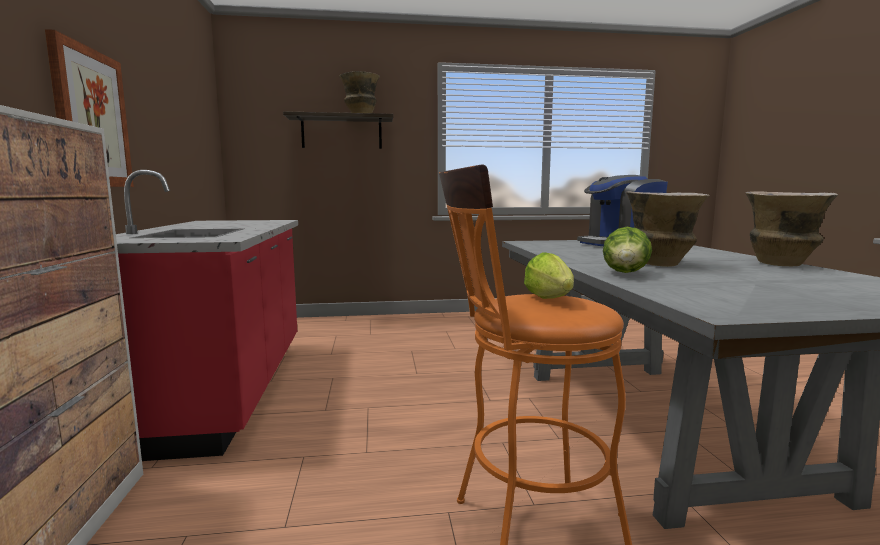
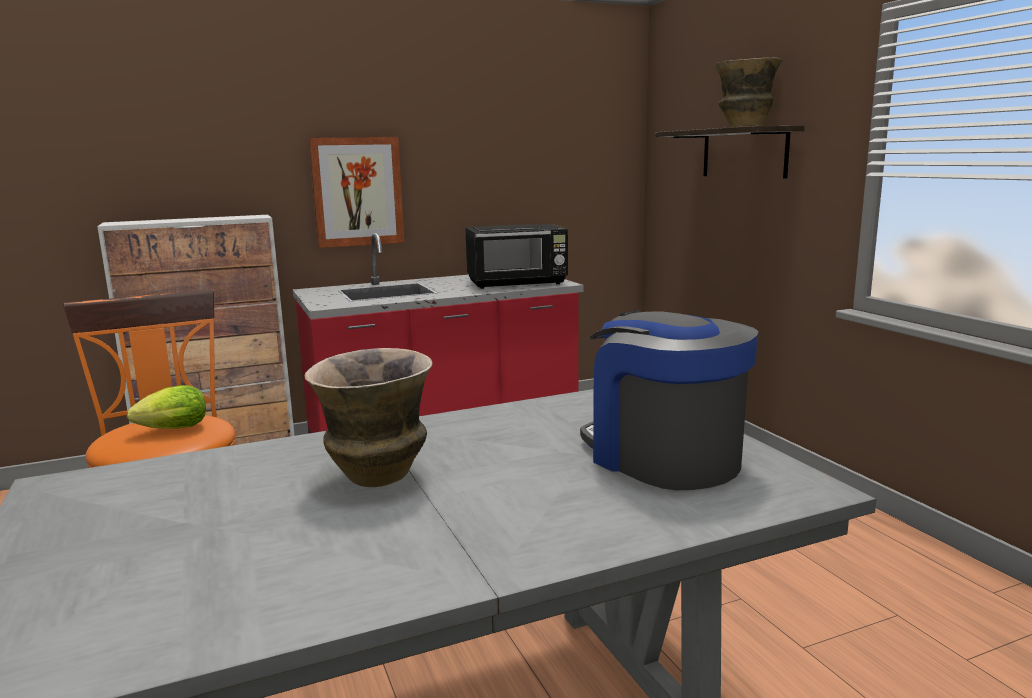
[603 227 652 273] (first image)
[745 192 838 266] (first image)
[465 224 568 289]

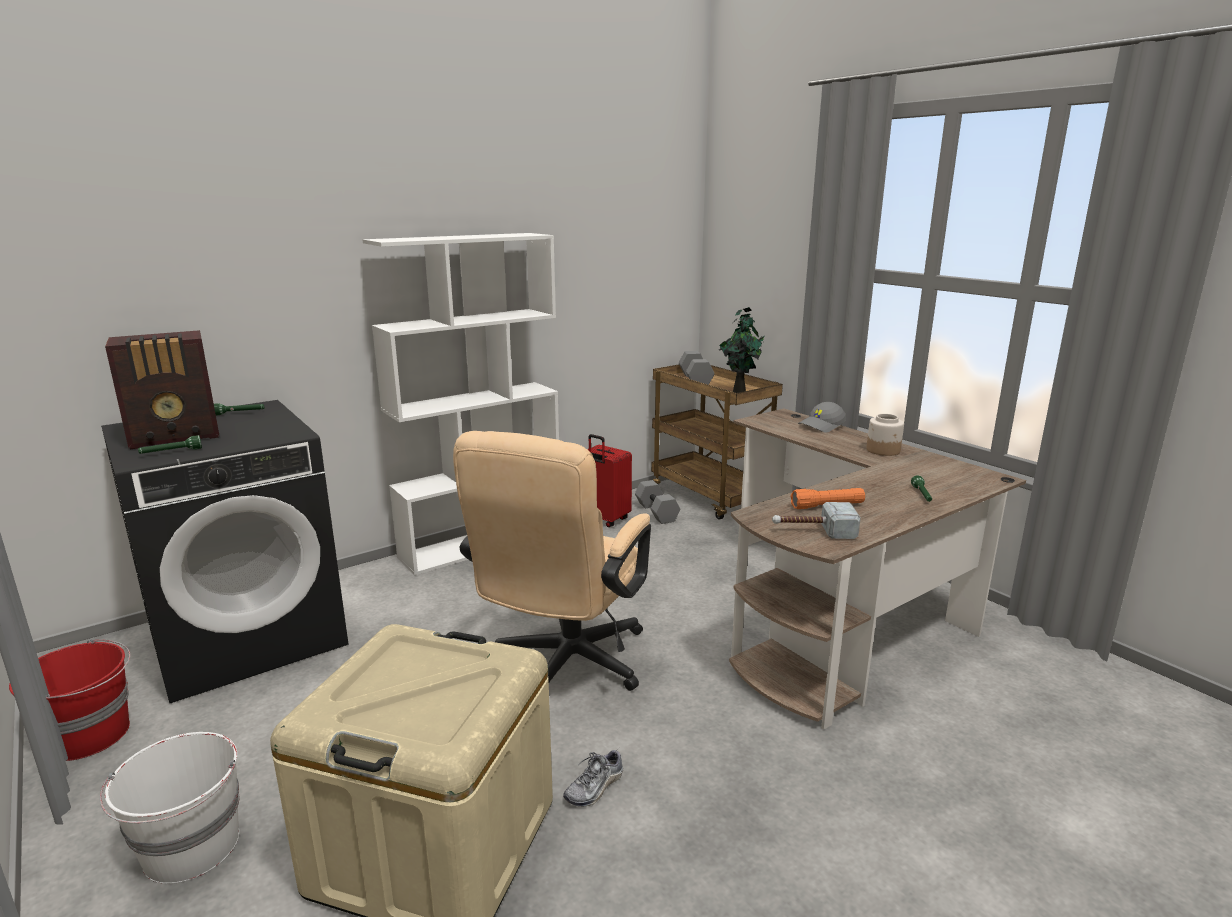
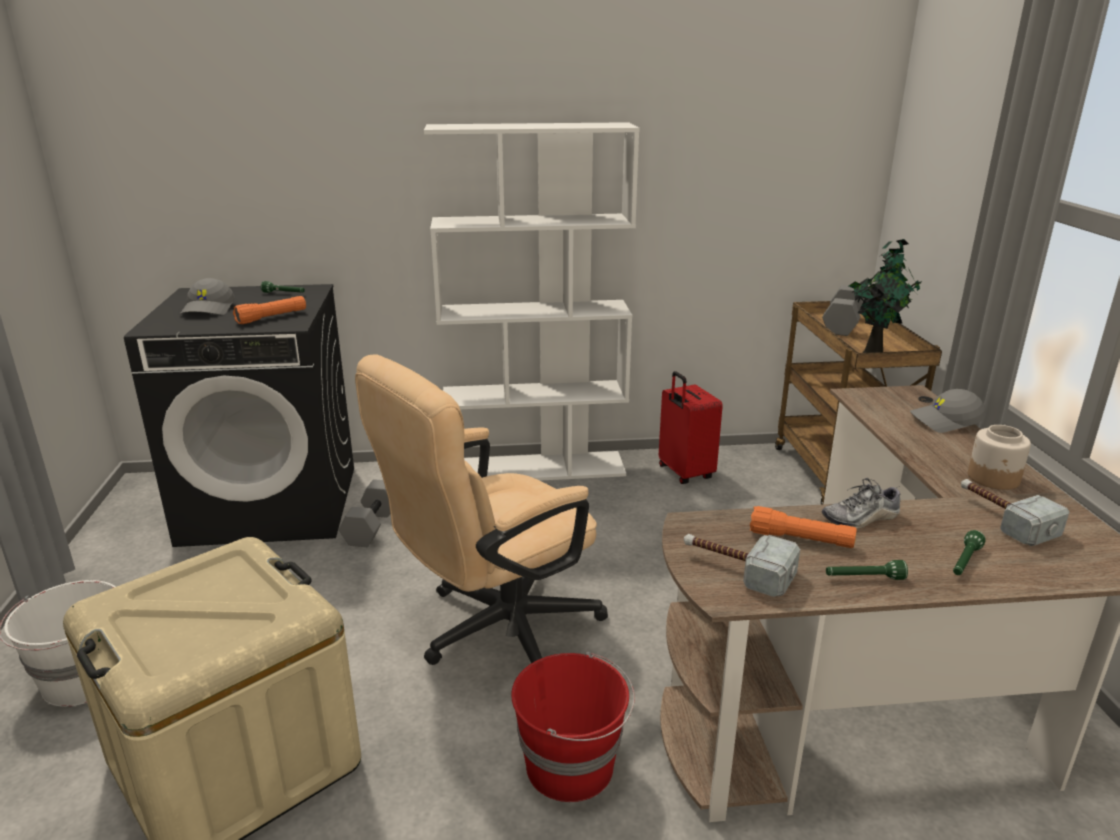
[233 296 306 324]
[961 479 1069 546]
[511 652 635 802]
[826 560 908 580]
[822 478 900 529]
[339 479 390 547]
[180 278 235 315]

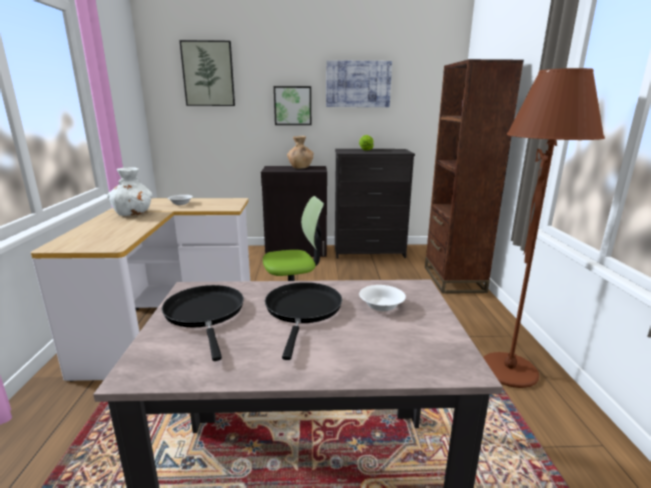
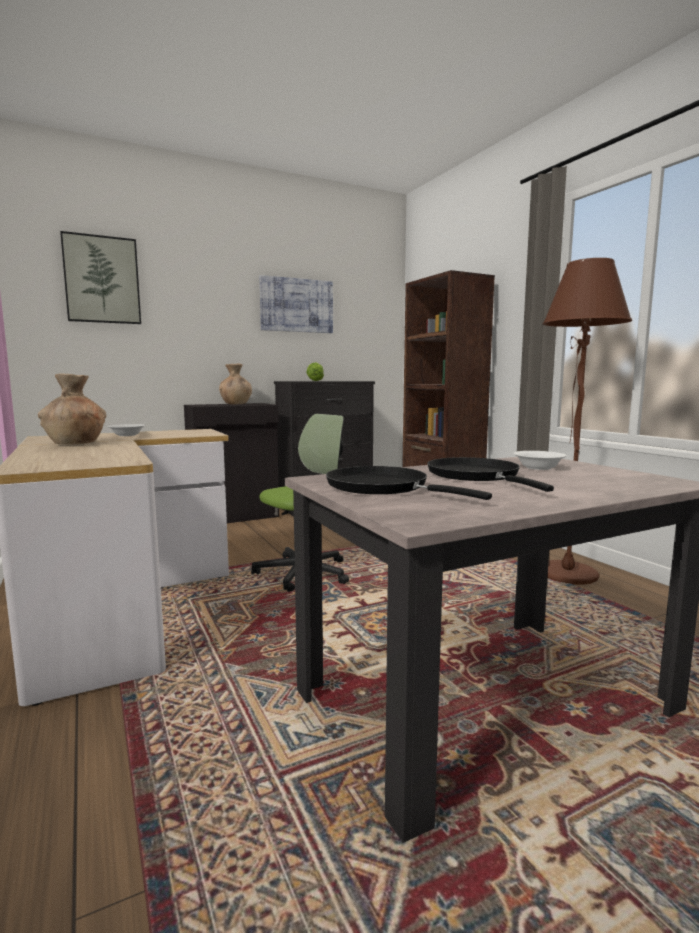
[274 86 311 125] (first image)
[38 374 106 444]

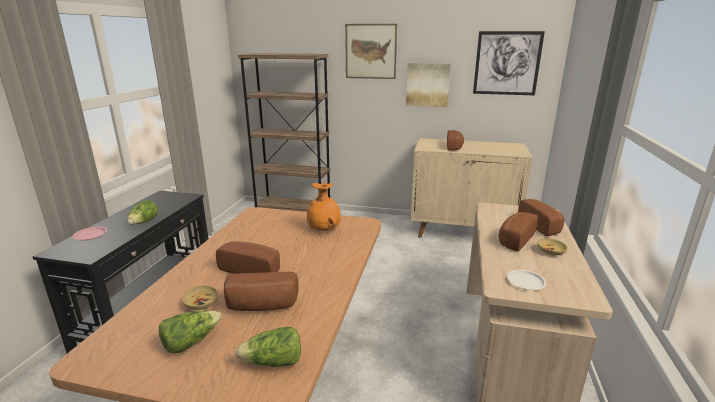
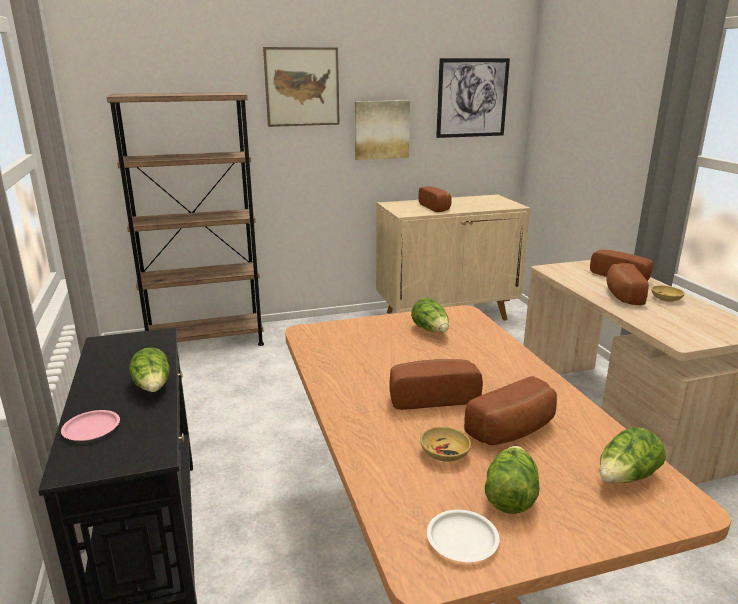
[427 510 499 562]
[411 298 449 332]

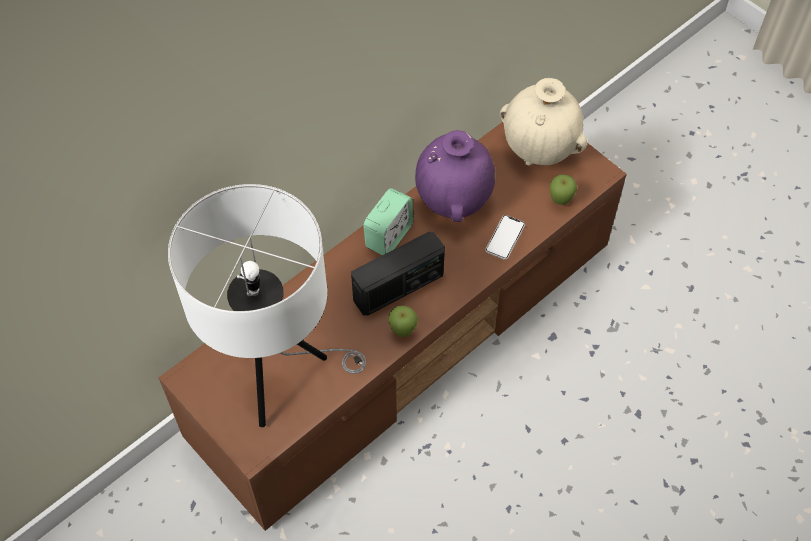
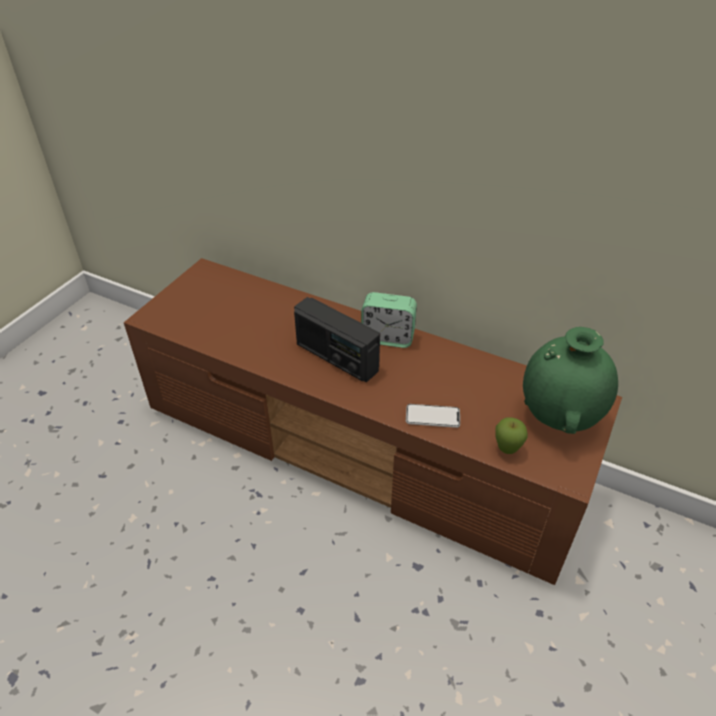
[168 184 366 427] (first image)
[388 305 418 337] (first image)
[415 130 495 222] (first image)
[523 327 618 434]

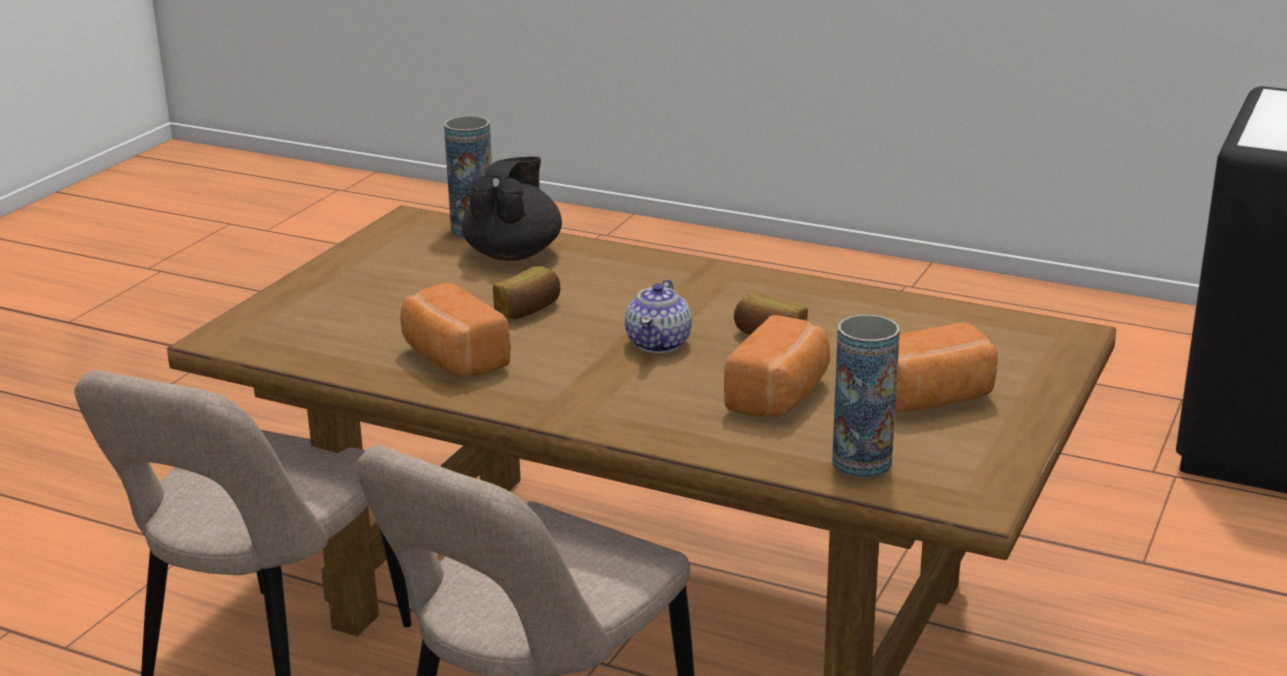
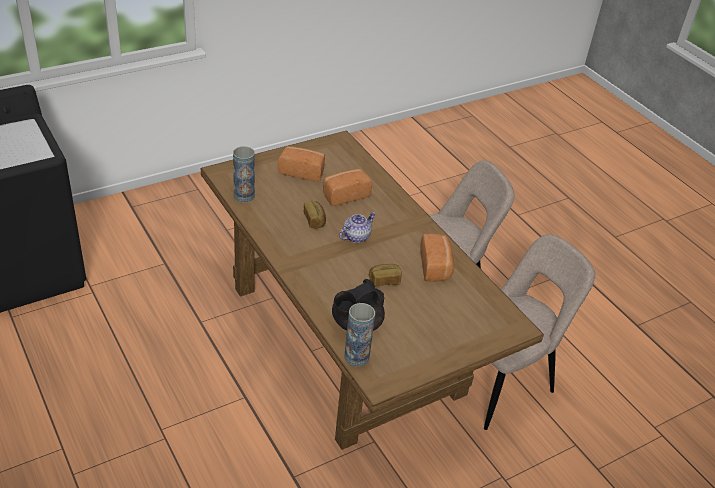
[233 146 255 202]

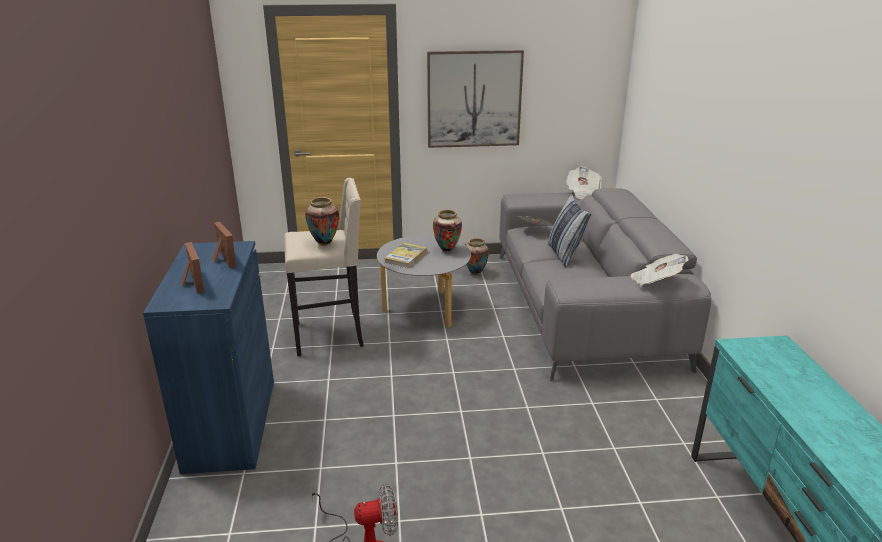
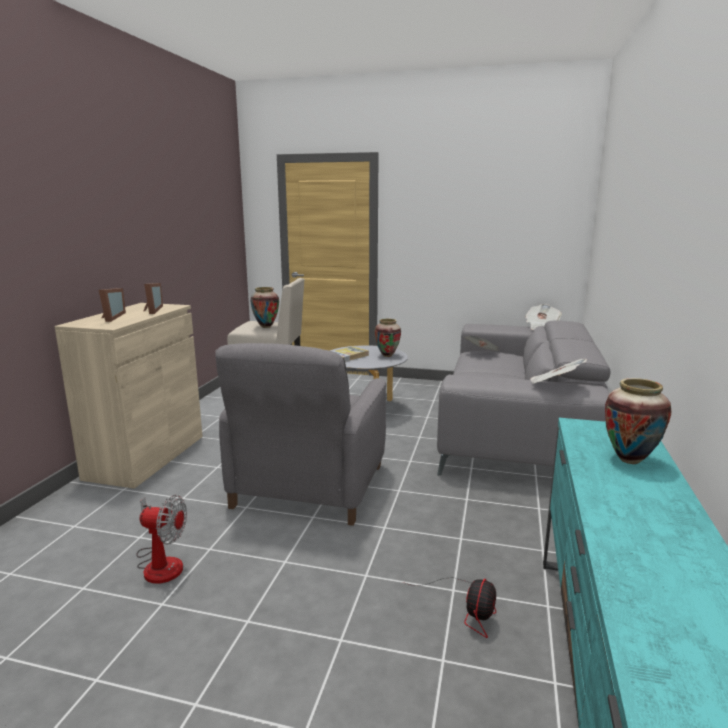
[427 50 524 148] (first image)
[548 193 591 267] (first image)
[215 343 386 526]
[403 577 496 638]
[605 378 671 464]
[55 303 203 489]

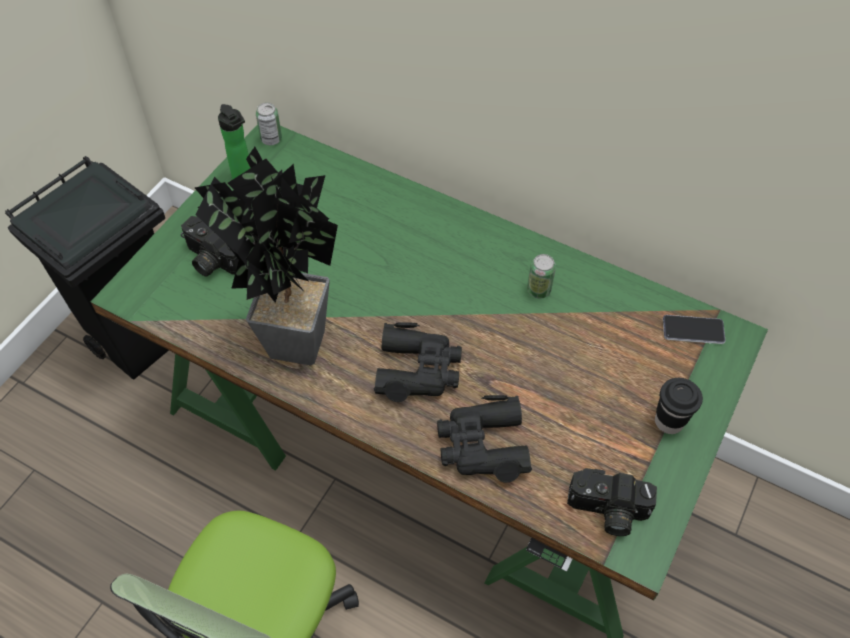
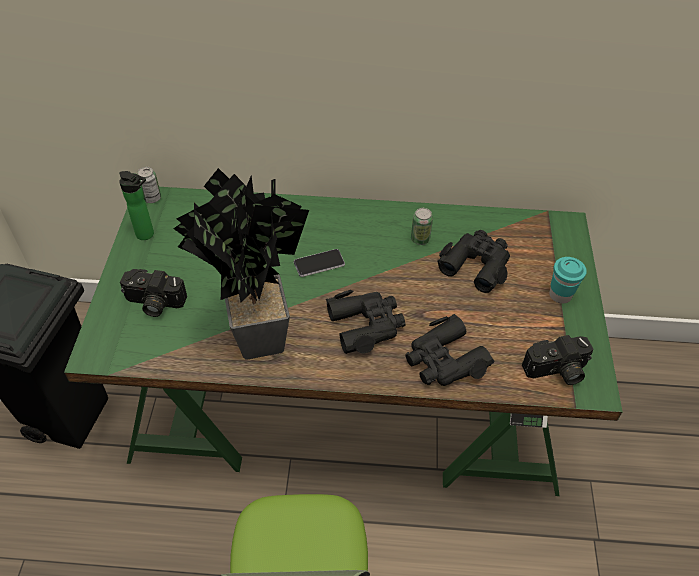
[438 230 510 293]
[294 249 345 277]
[549 257 587 304]

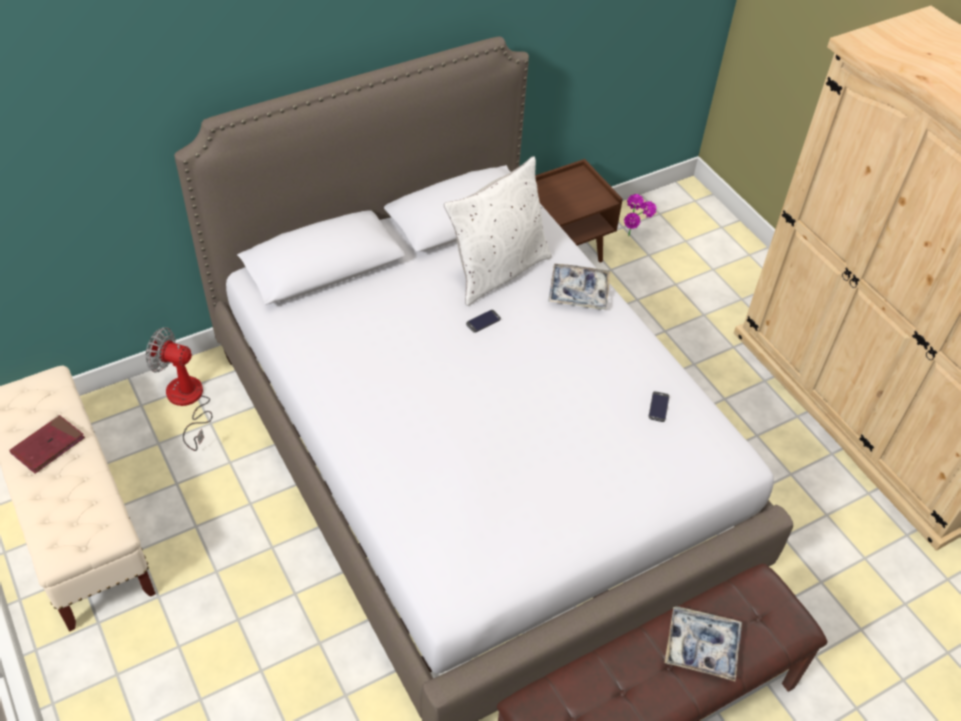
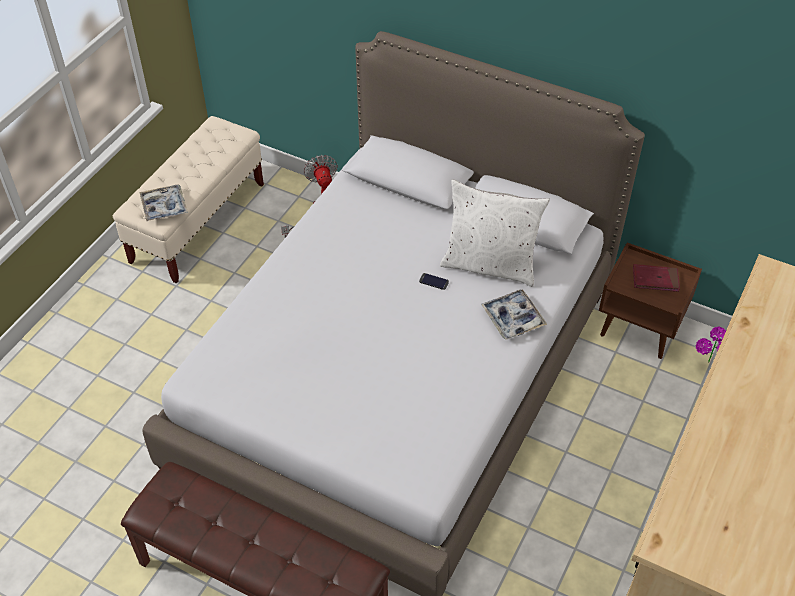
[649 391 669 422] (first image)
[633 264 680 292]
[139 184 188 221]

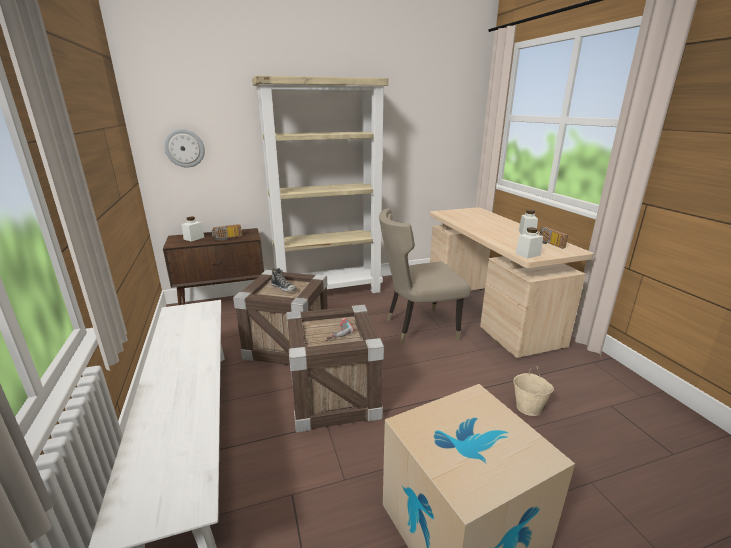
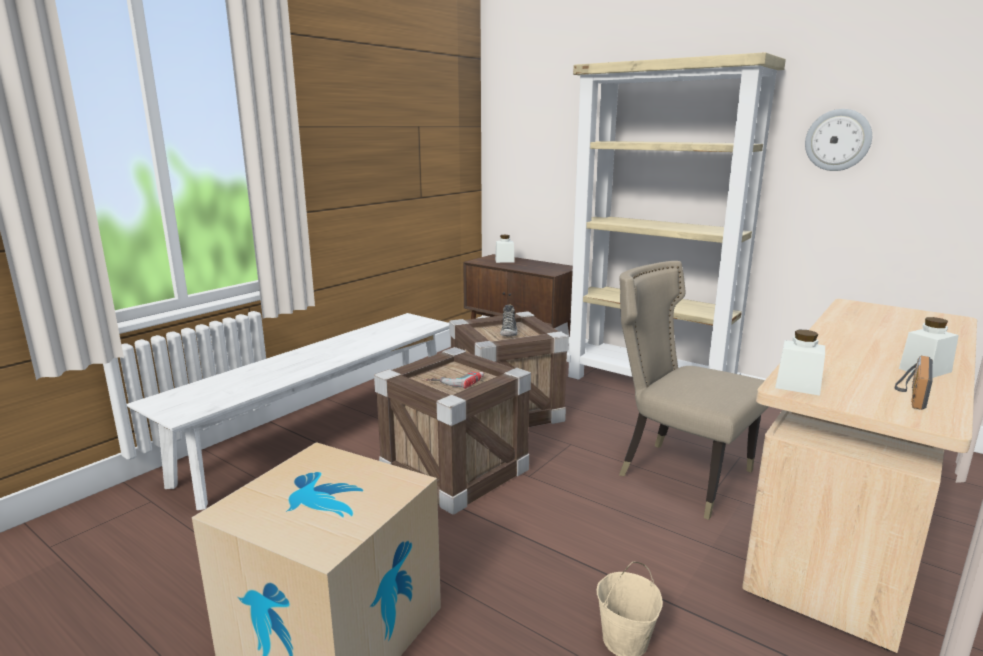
[212 224 242 240] (first image)
[805 109 872 171]

